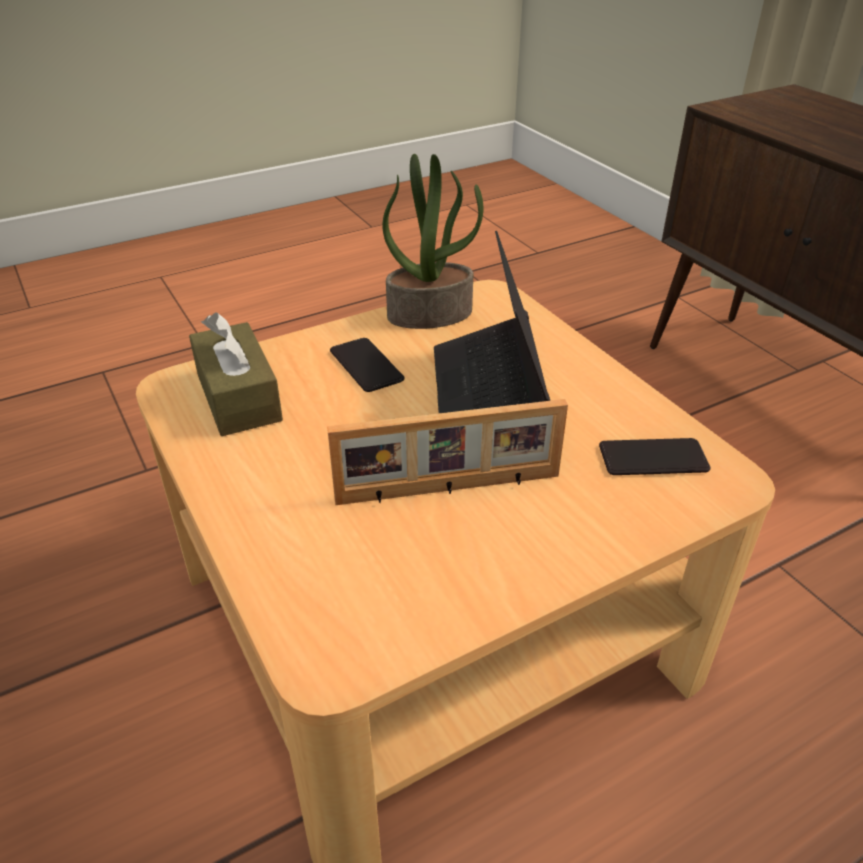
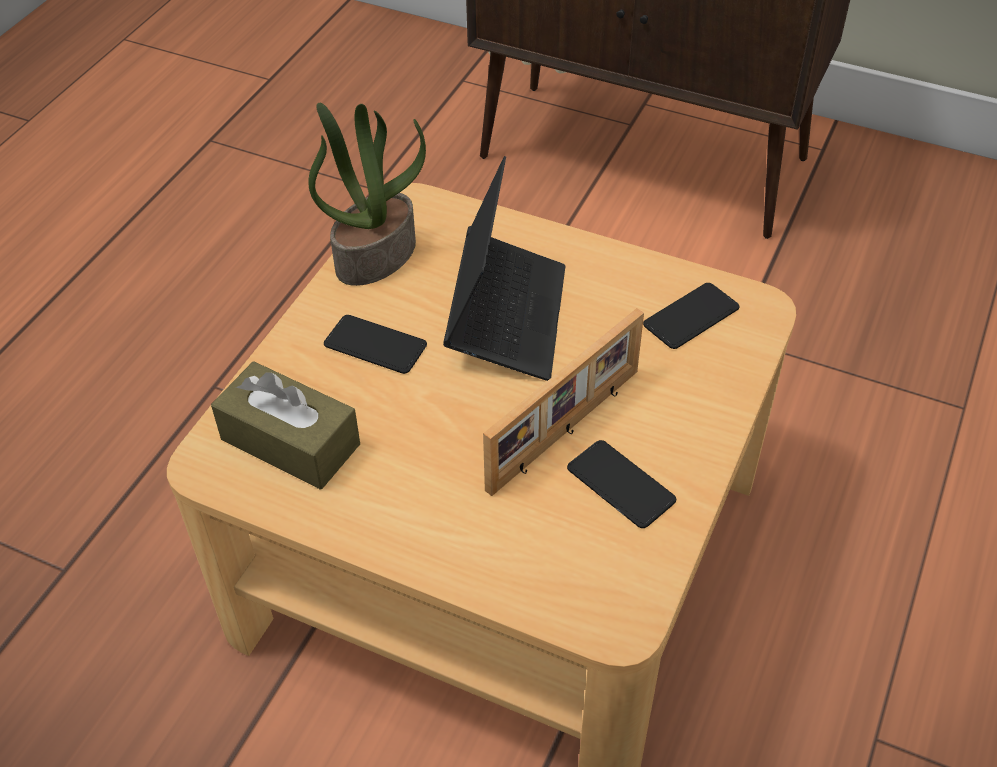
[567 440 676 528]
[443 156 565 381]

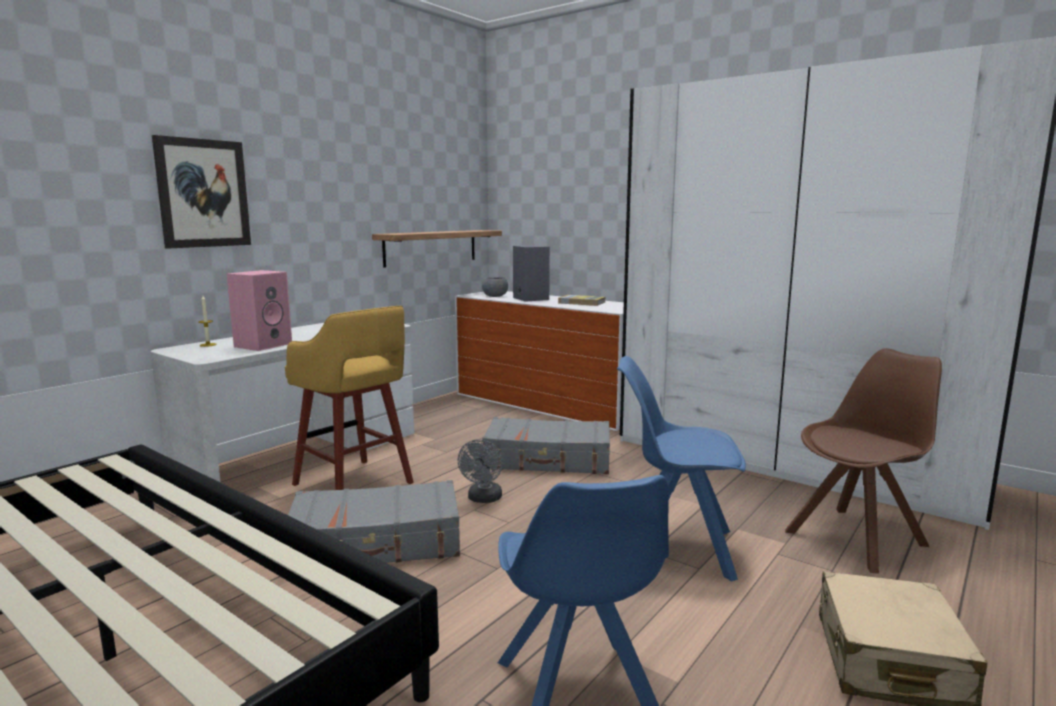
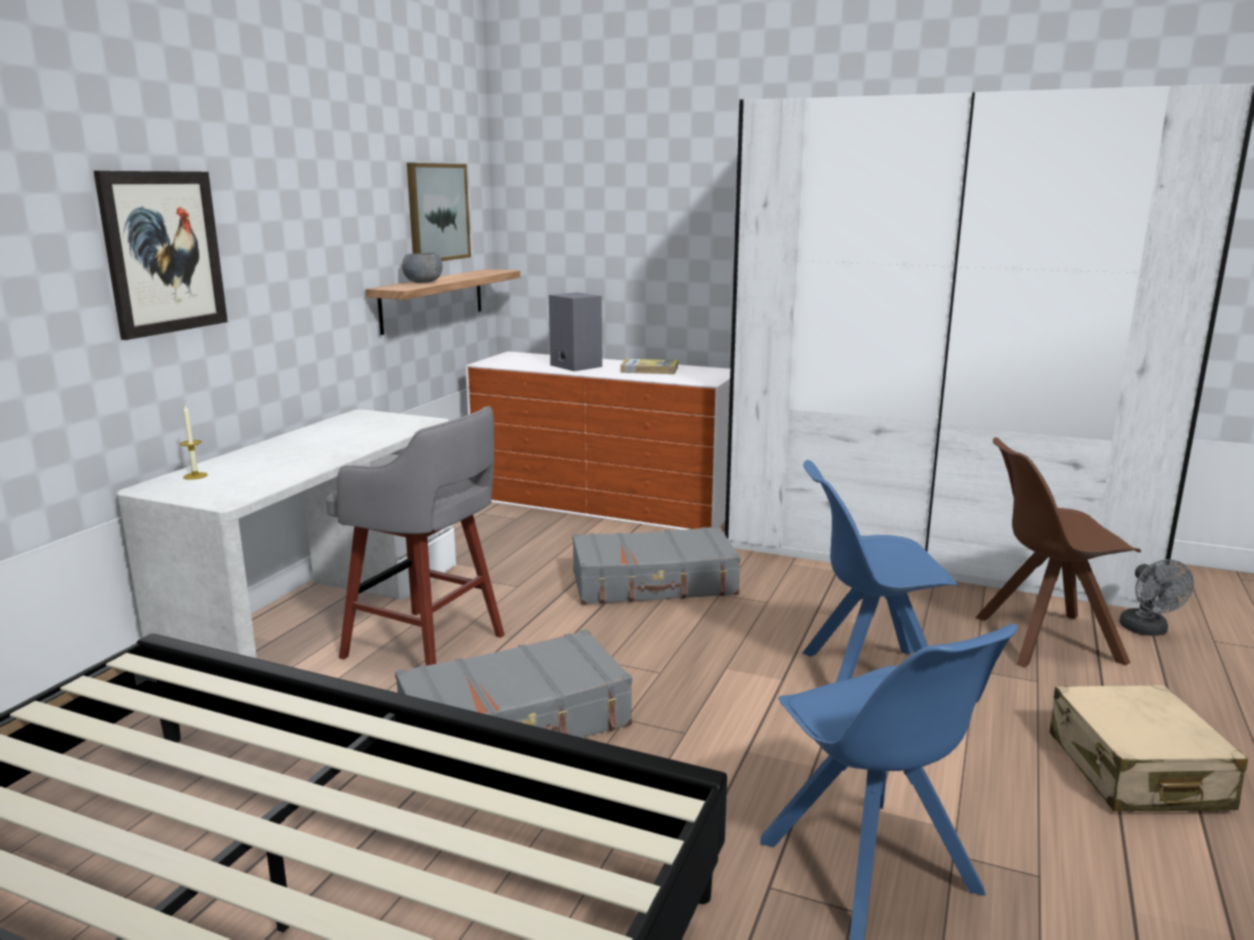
[227 270 292 351] (first image)
[407 163 471 261]
[1119 559 1194 636]
[402 253 443 283]
[326 406 505 666]
[975 437 1141 668]

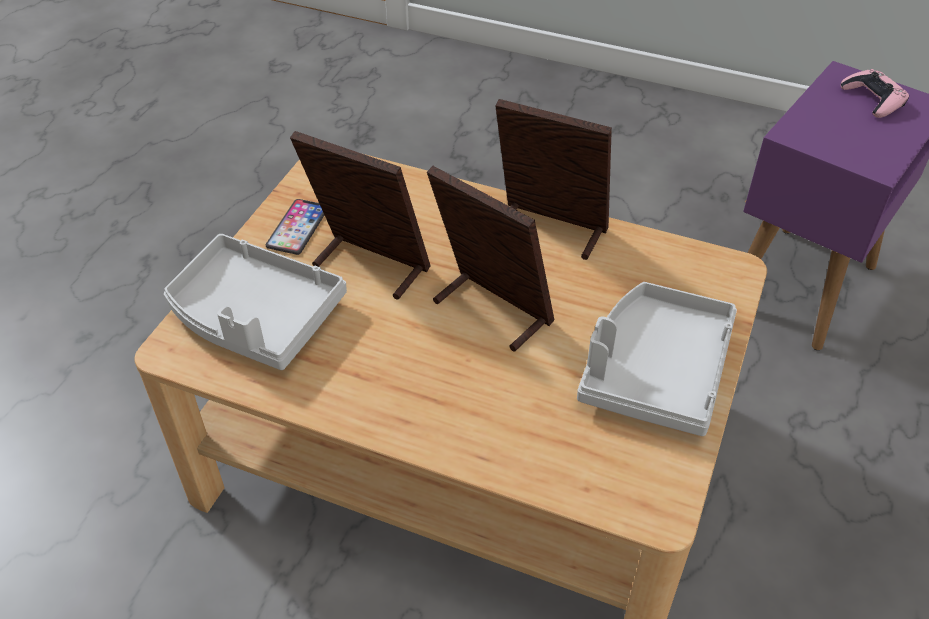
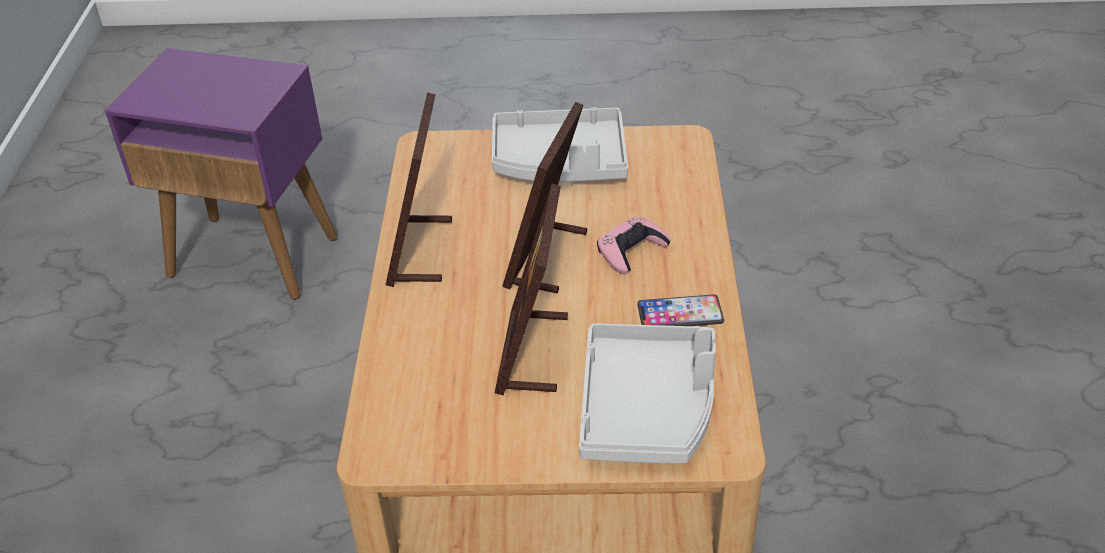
[637 294 724 326]
[597 217 670 274]

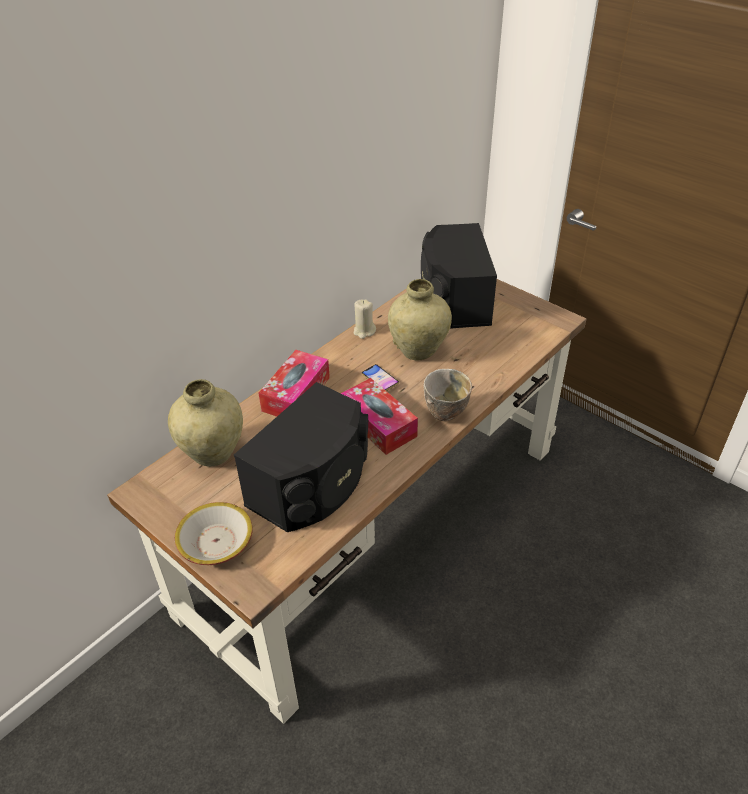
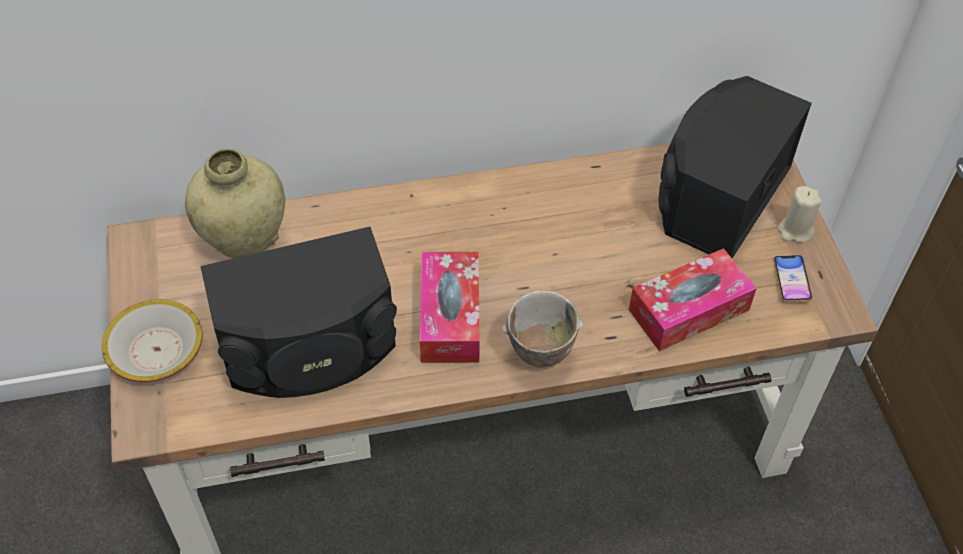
[388 279 452 361] (first image)
[629 248 757 351]
[778 186 822 243]
[773 255 813 302]

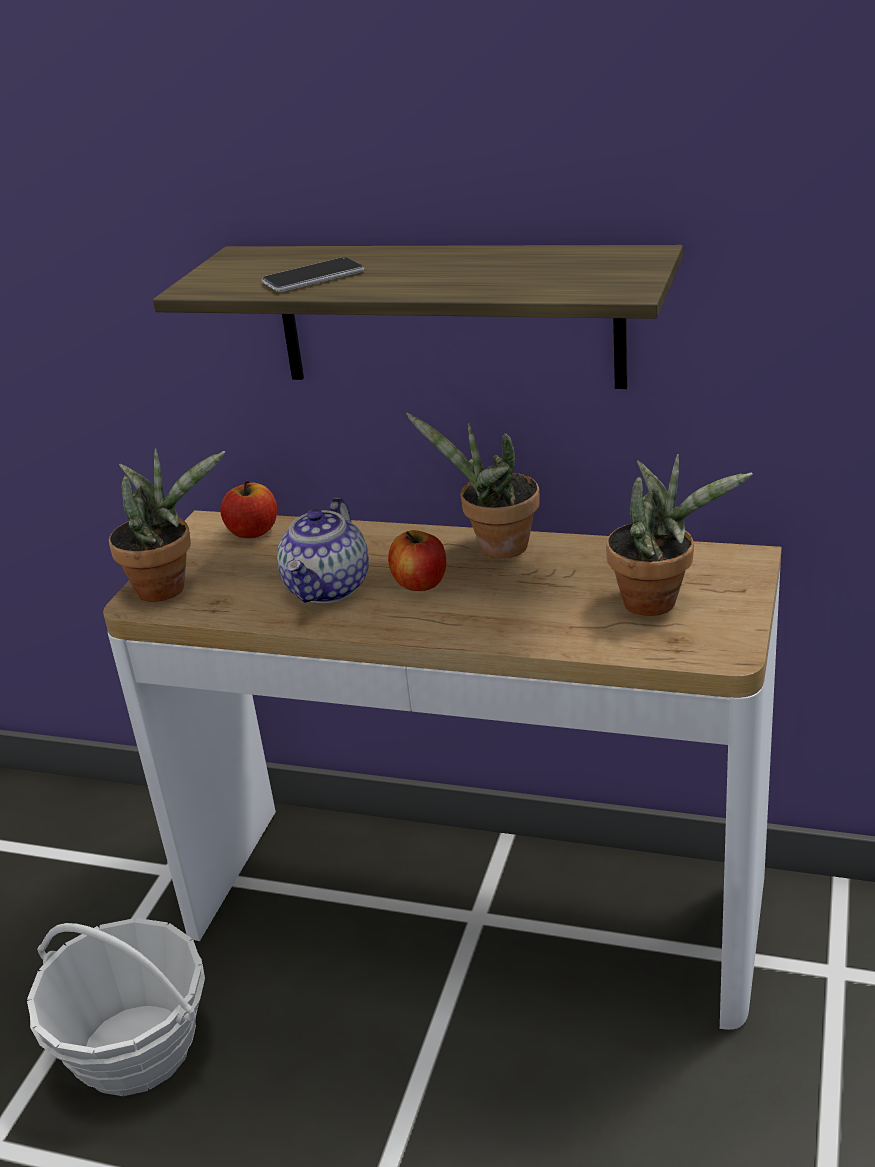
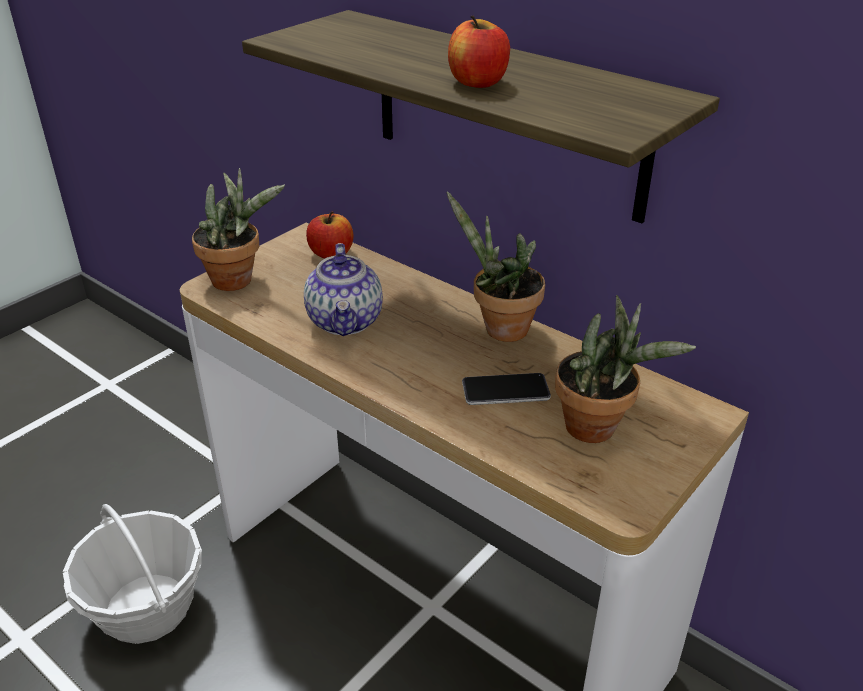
[462 373 551 405]
[448 15 510 88]
[304 243 383 336]

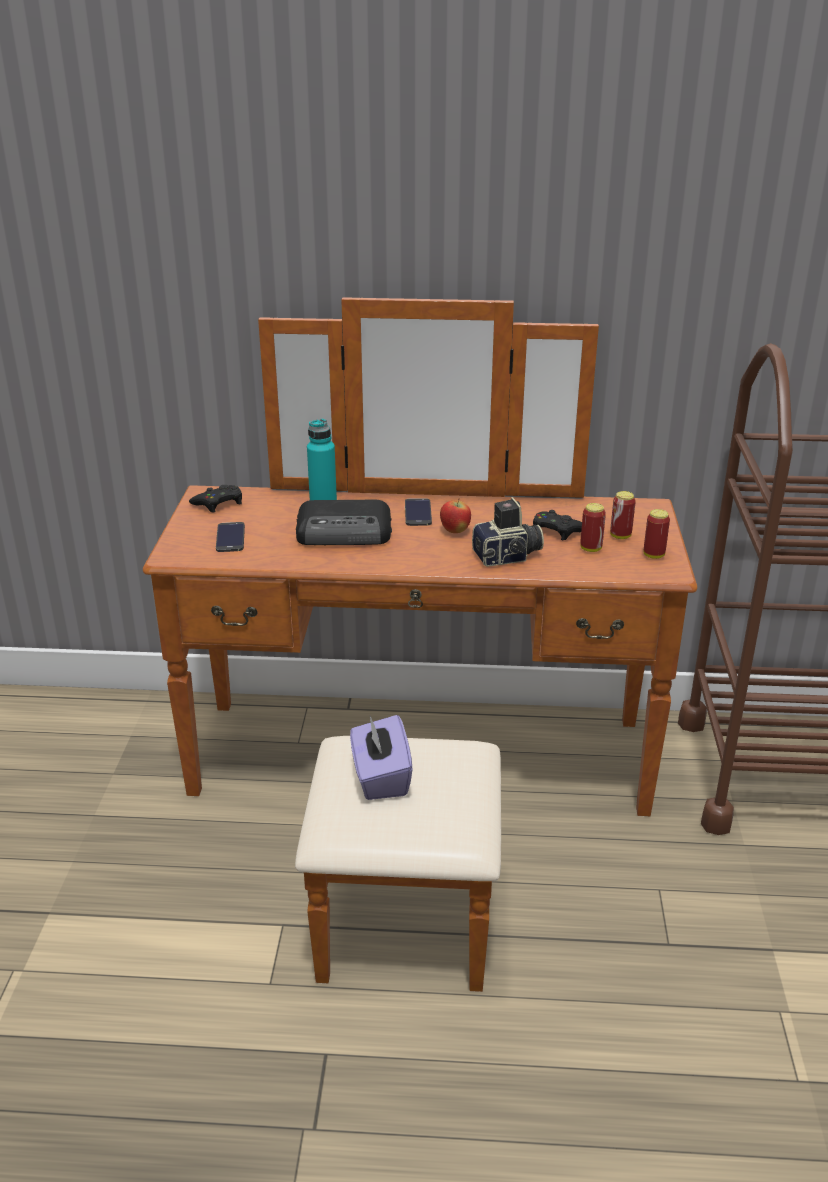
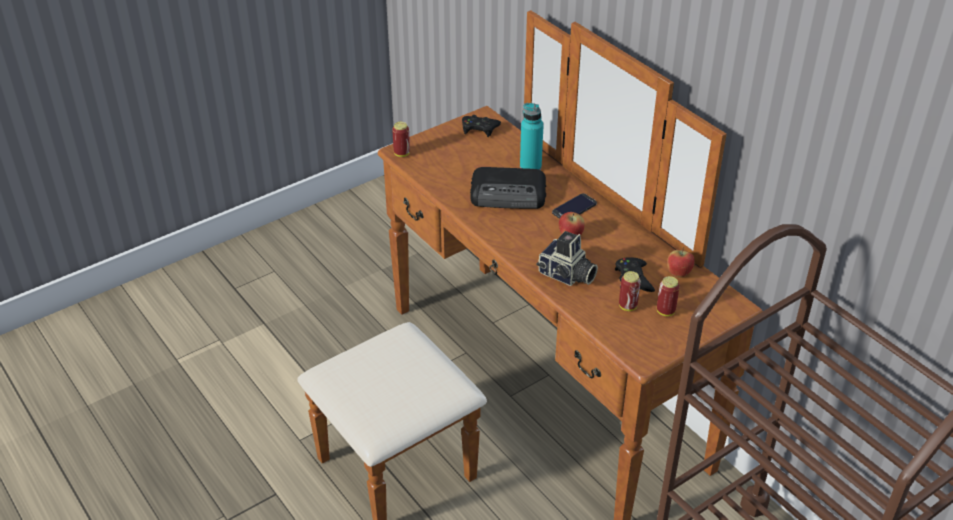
[216 522 245 552] (first image)
[350 715 413 800] (first image)
[667 247 695 278]
[392 122 410 157]
[470 167 546 209]

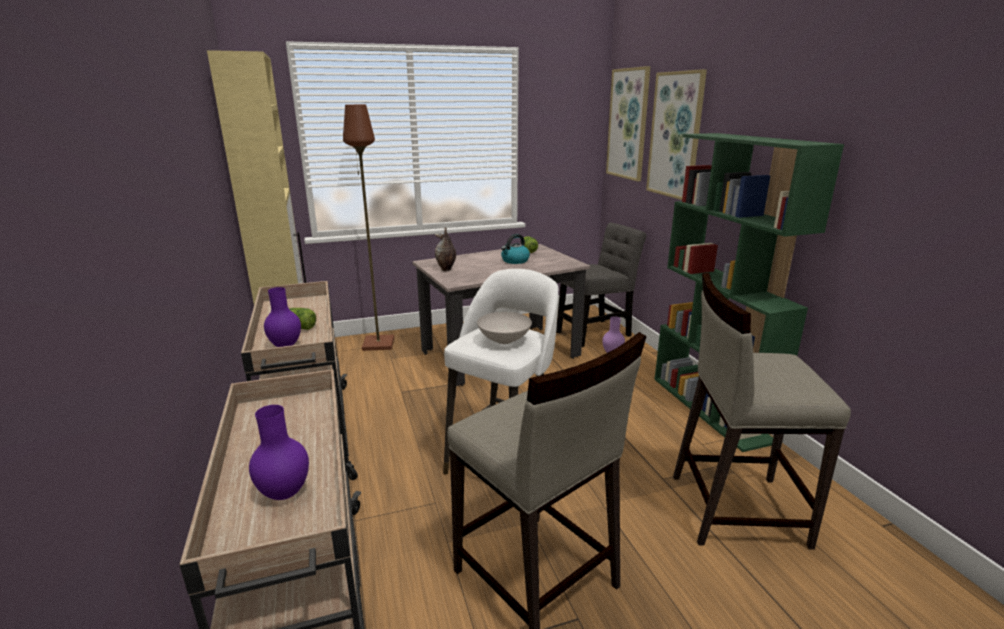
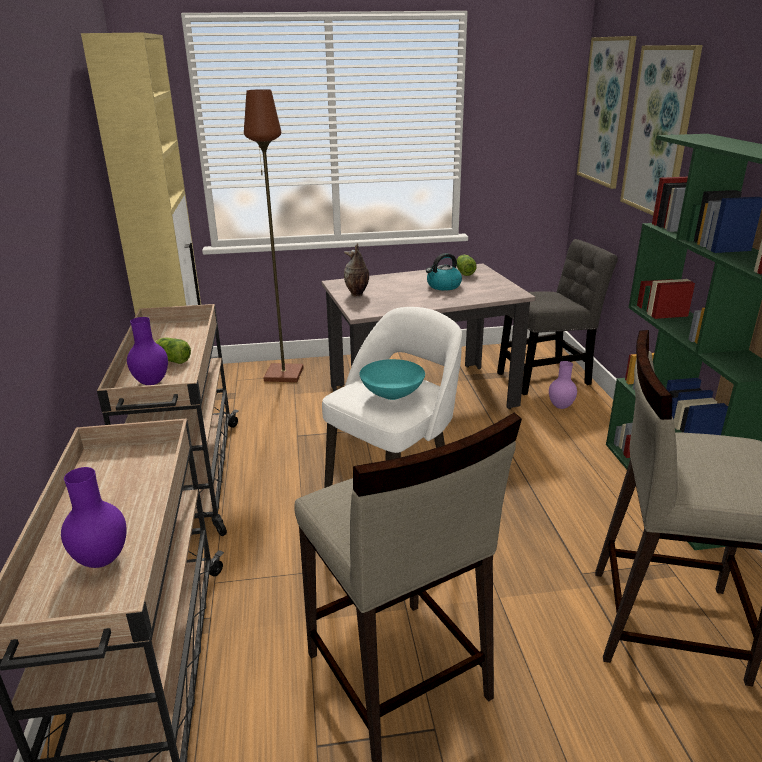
[359 359 425 400]

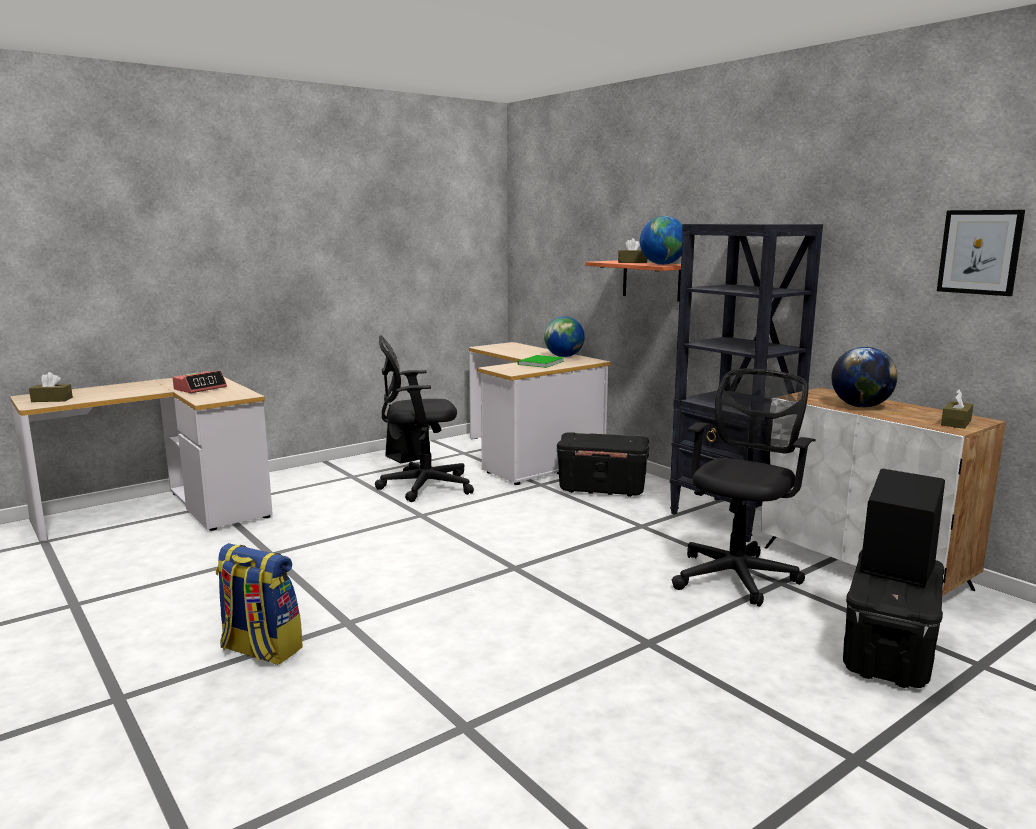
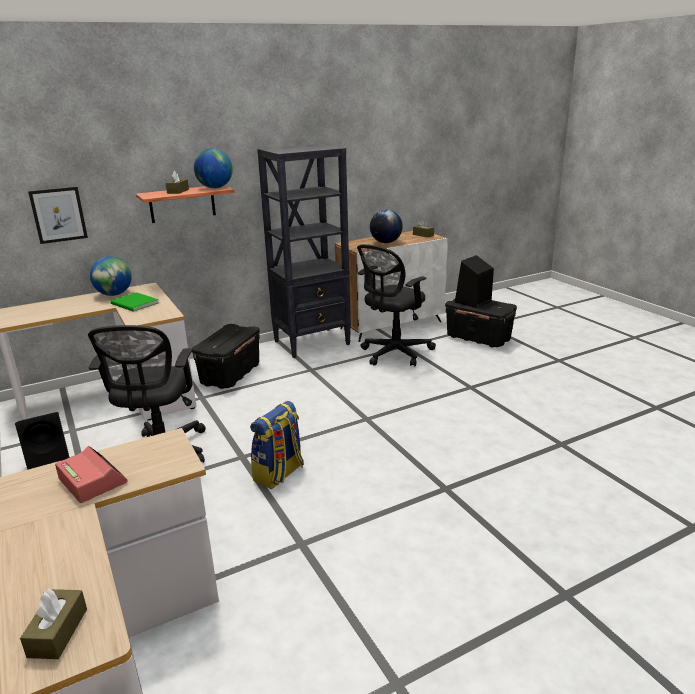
[250 401 304 489]
[28 187 88 244]
[357 244 436 366]

